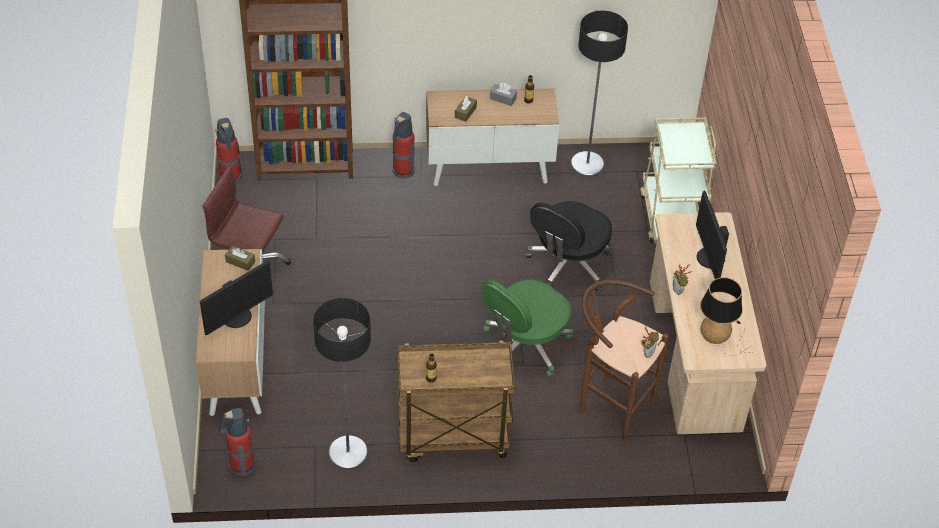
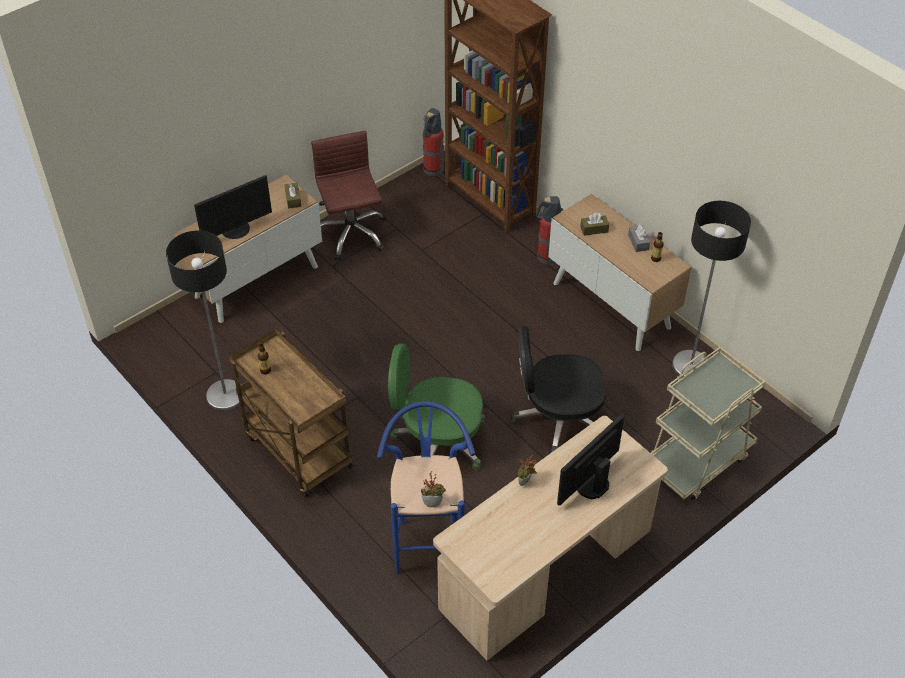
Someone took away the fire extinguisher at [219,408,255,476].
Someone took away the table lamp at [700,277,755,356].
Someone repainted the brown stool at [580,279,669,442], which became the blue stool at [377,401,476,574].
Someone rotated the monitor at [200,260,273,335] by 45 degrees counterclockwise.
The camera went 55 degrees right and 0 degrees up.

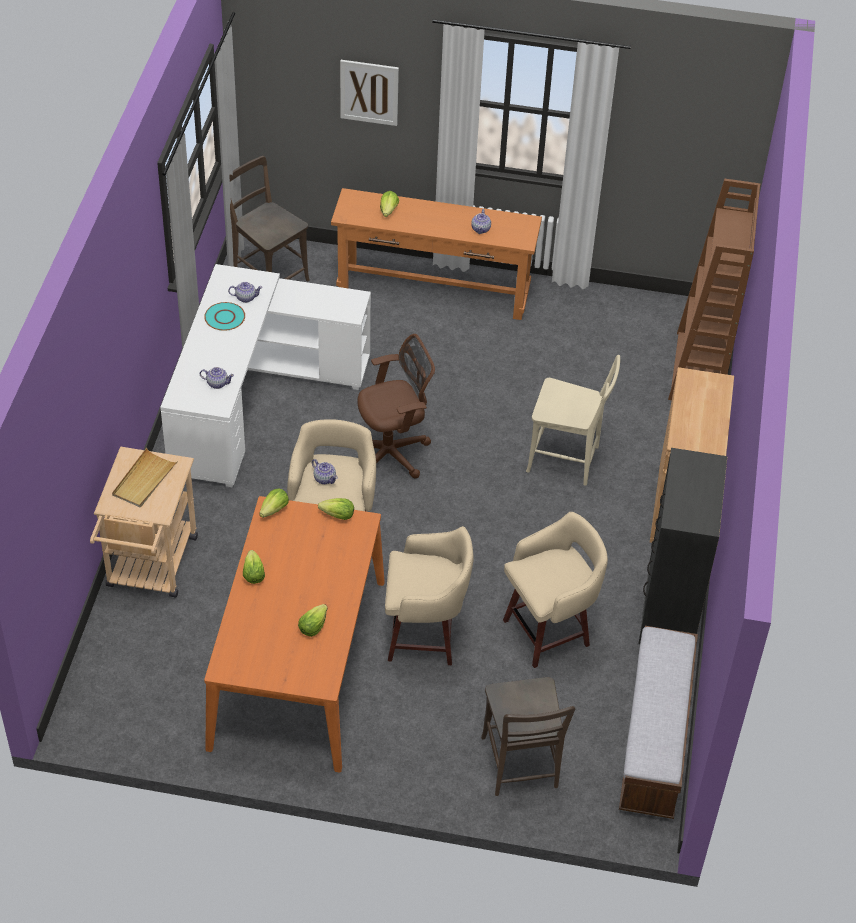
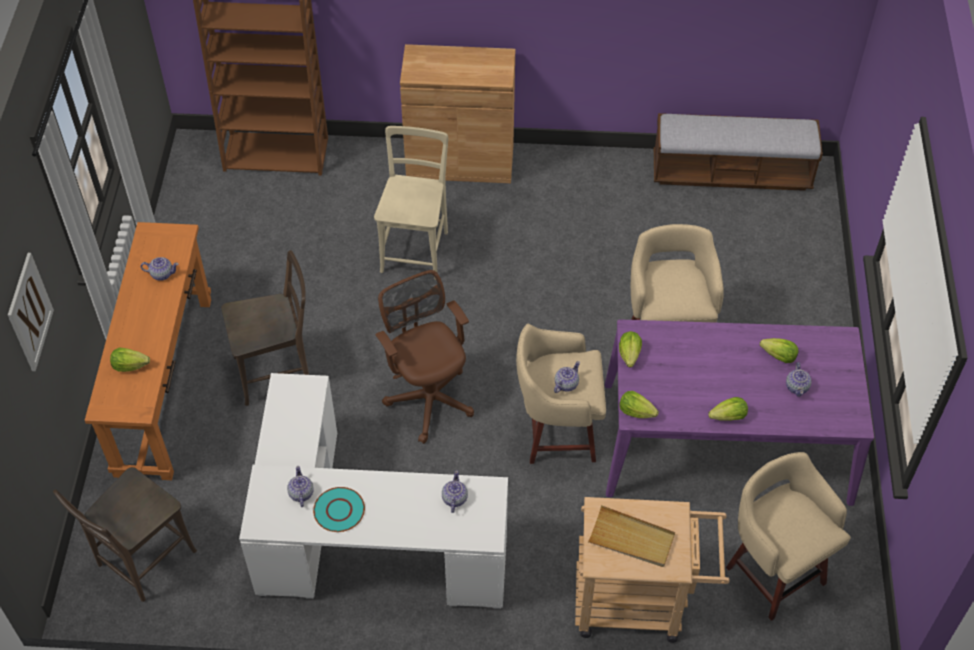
Someone took away the black dresser at [638,448,727,644].
Someone put down the teapot at [786,362,812,397].
Someone carried the brown chair from [481,677,575,796] to [221,250,309,406].
Someone carried the beige stool from [503,512,608,668] to [726,452,850,621].
Someone repainted the orange dining table at [204,496,385,772], which became the purple dining table at [605,319,874,506].
The camera went 95 degrees left and 5 degrees up.

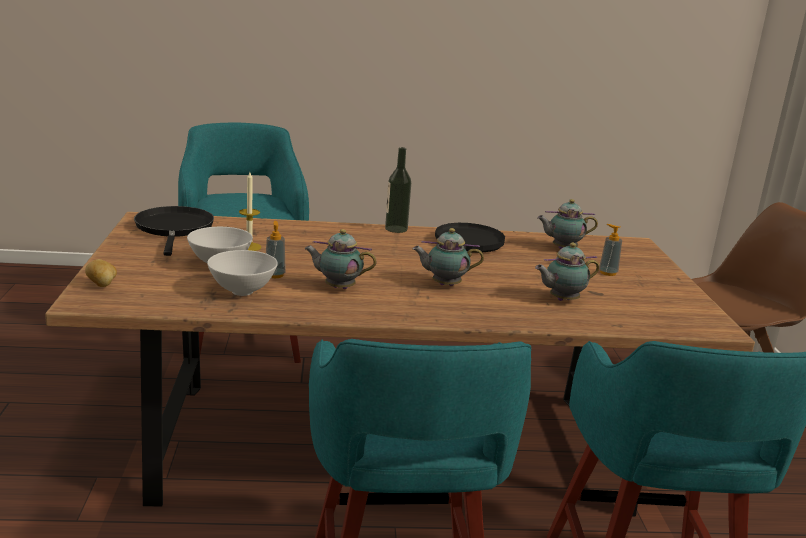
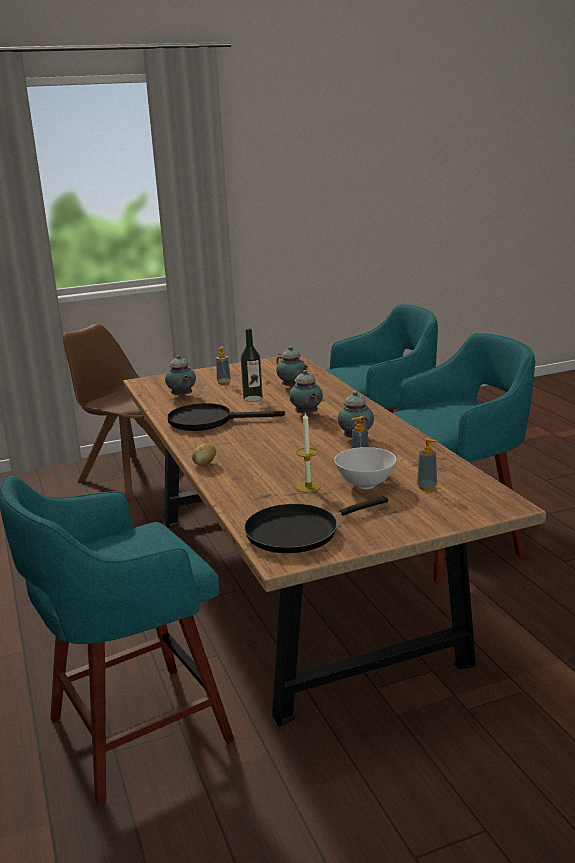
Someone took away the white bowl at [207,250,278,296].
Someone put down the soap dispenser at [417,438,438,491].
Someone carried the potato from [85,259,117,287] to [192,443,216,465].
Someone carried the bottle from [385,147,411,233] to [241,329,263,402].
The camera went 105 degrees left and 0 degrees up.

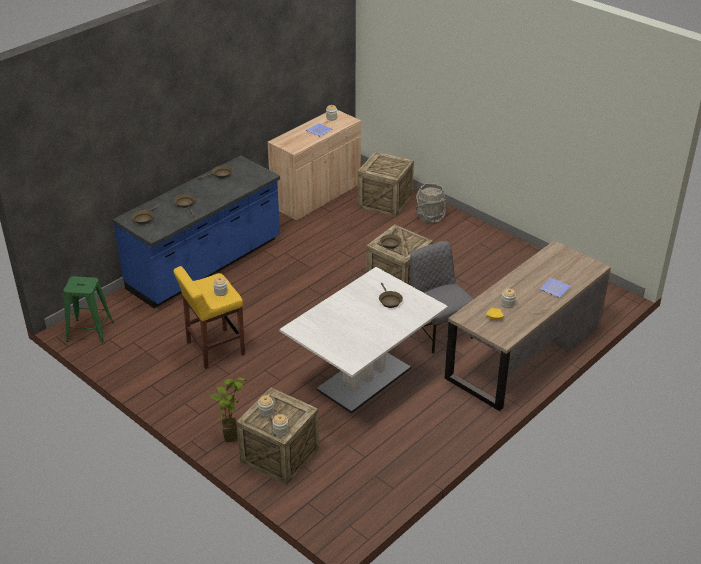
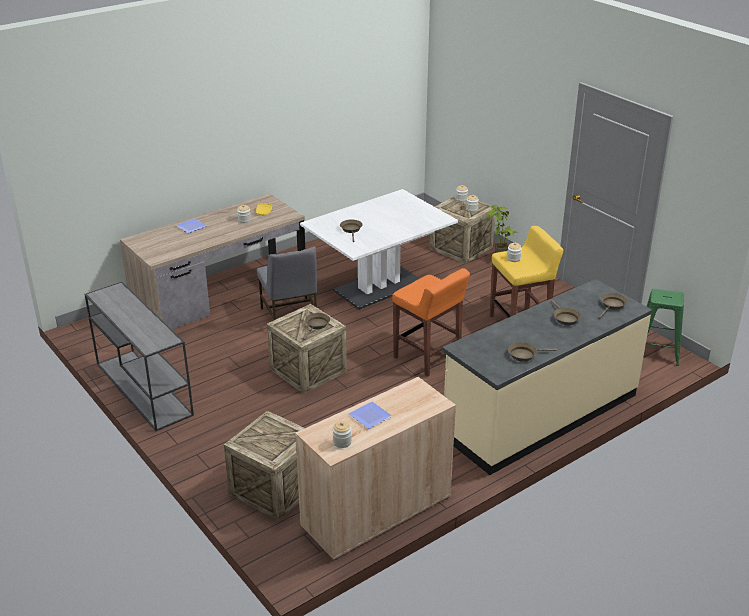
Someone took away the grey bucket at [416,183,446,223].
Someone put down the grey console table at [85,282,194,431].
Someone put down the orange stool at [392,268,470,377].
Someone repainted the blue counter at [113,155,280,308], which became the beige counter at [442,279,652,475].
The camera went 170 degrees left and 5 degrees down.

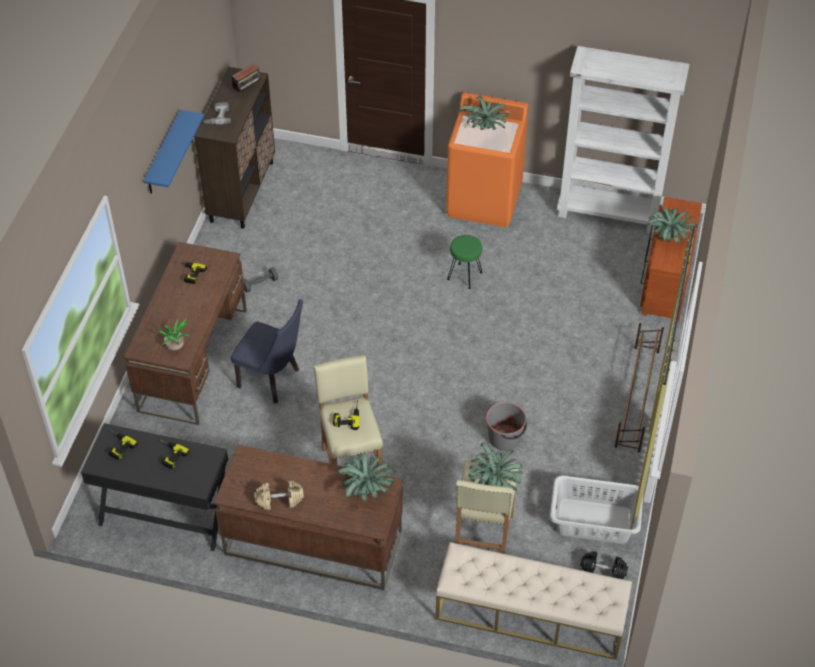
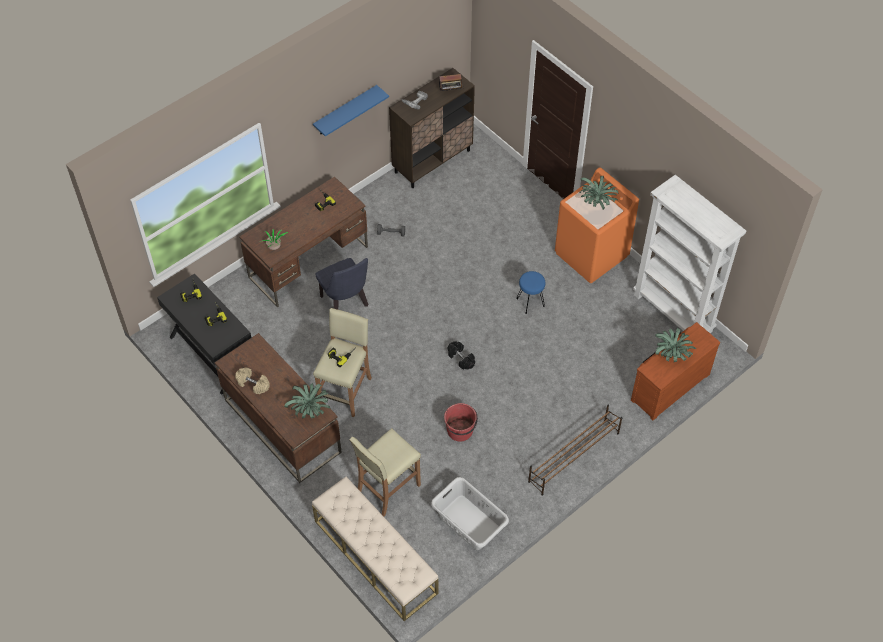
Someone took away the potted plant at [468,442,523,491].
Someone carried the black dumbbell from [580,551,628,579] to [448,341,475,370].
Someone repainted the green stool at [447,235,482,289], which became the blue stool at [516,271,545,314].
Someone repainted the grey bucket at [486,402,527,451], which became the red bucket at [444,403,478,441].
The camera went 35 degrees right and 5 degrees up.

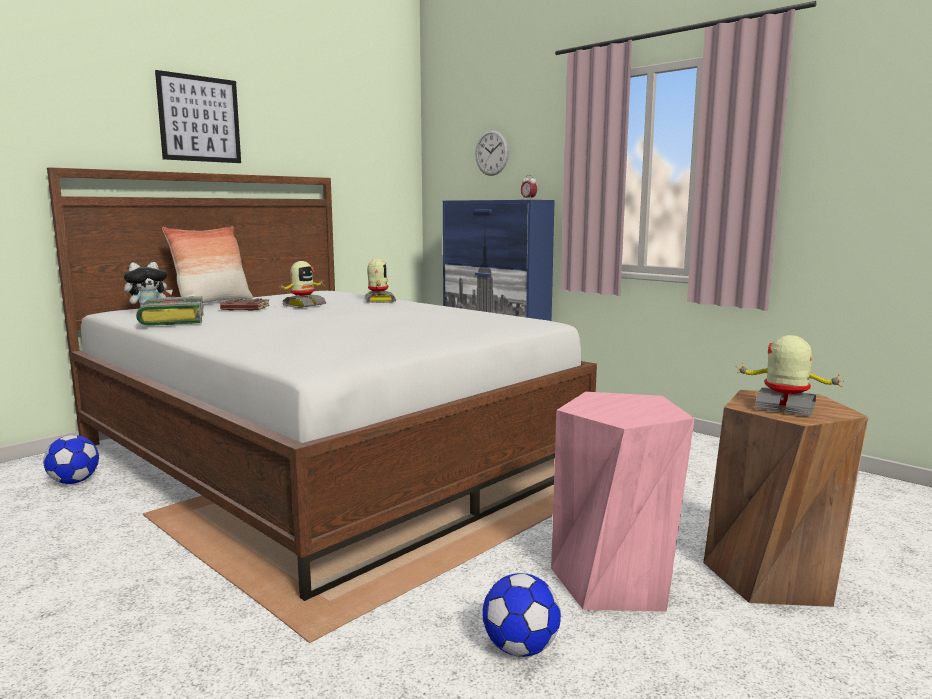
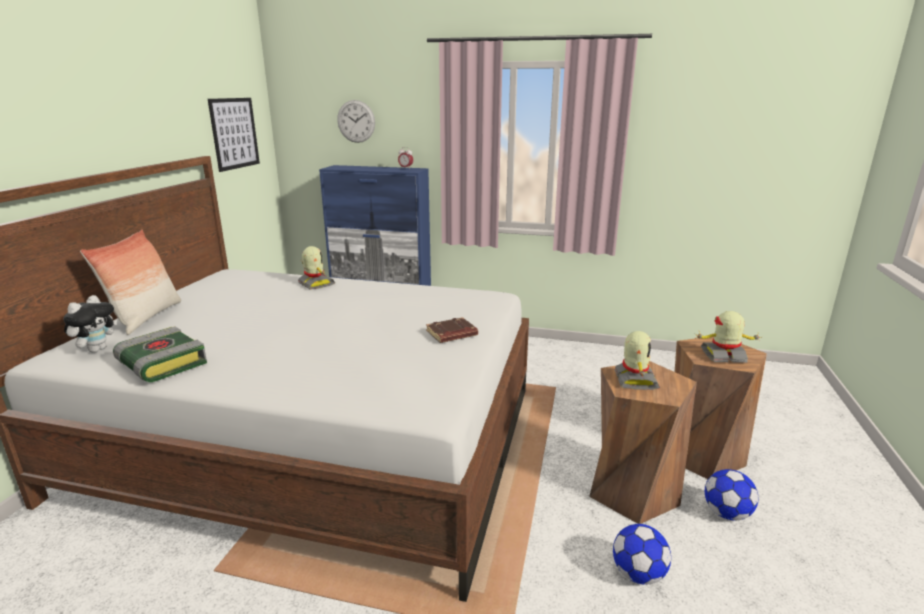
Someone carried the football from [43,435,99,484] to [705,469,759,520].
Someone carried the picture from [155,70,241,163] to [208,98,260,172].
Someone carried the brown book from [220,298,270,311] to [426,317,478,343].
Someone carried the toy robot from [280,261,326,308] to [614,331,660,390].
Someone repainted the pink stool at [551,392,695,612], which became the brown stool at [589,361,697,524].
The camera went 30 degrees left and 10 degrees up.

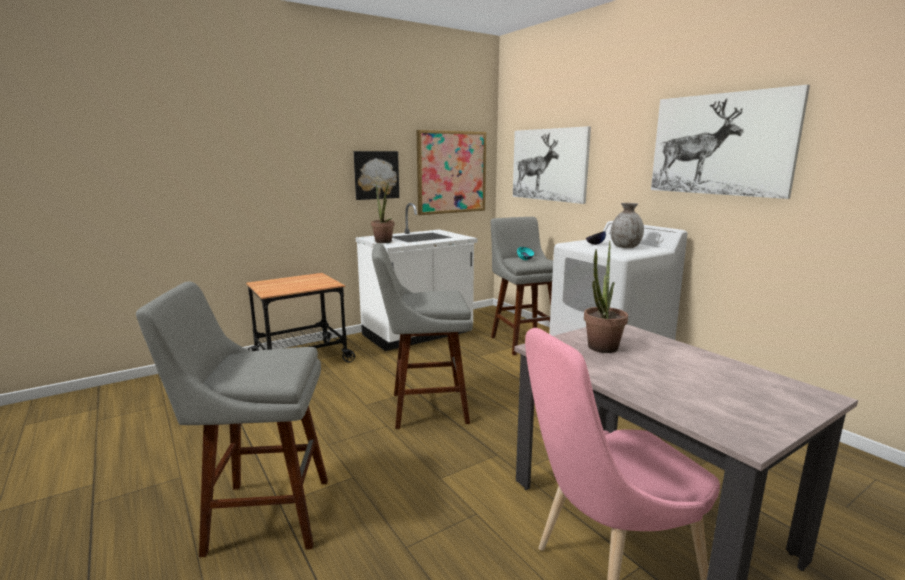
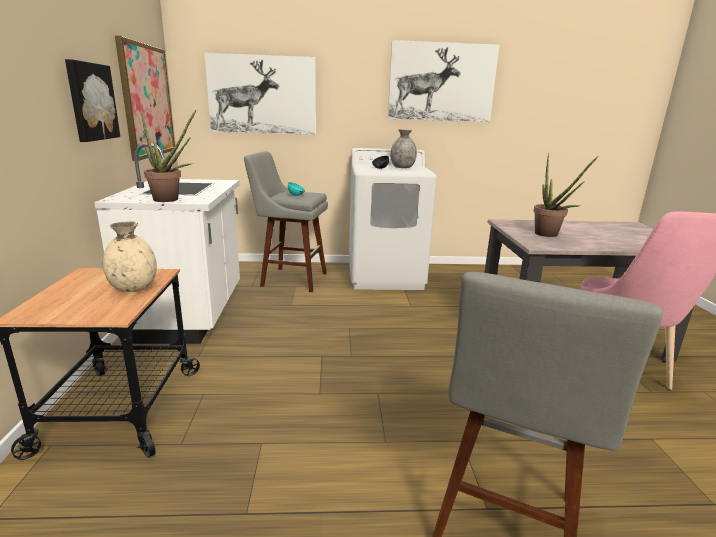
Someone took away the grey stool at [372,243,473,429].
Someone put down the beige vase at [103,221,157,292].
The camera went 60 degrees left and 5 degrees up.

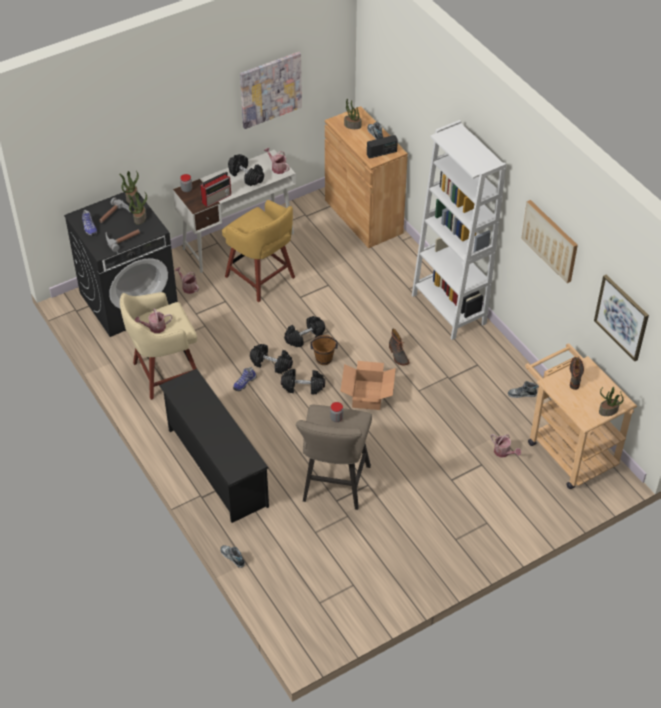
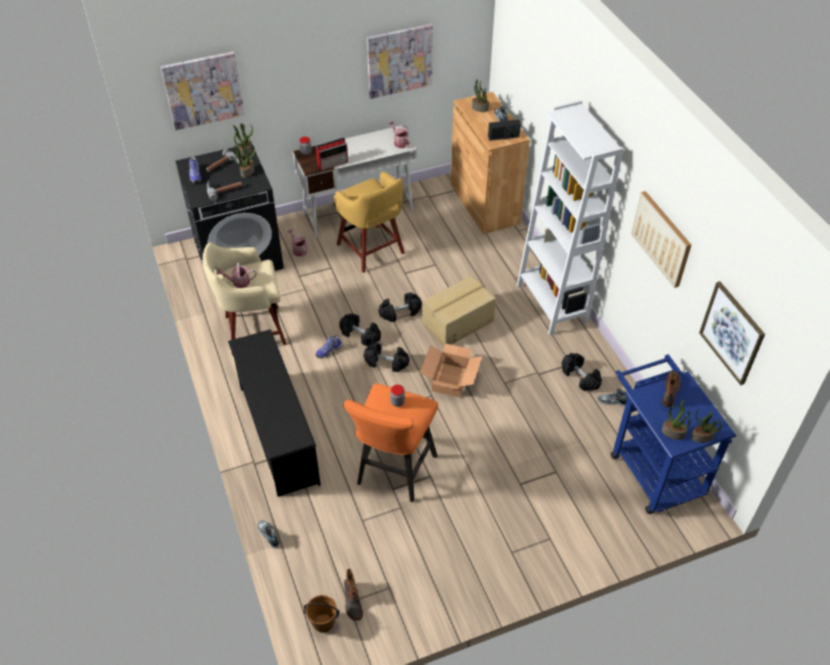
Someone took away the watering can at [491,434,521,458].
Someone put up the picture at [161,51,245,130].
Someone put down the cardboard box at [422,275,496,346].
Someone put down the potted plant at [662,400,690,440].
Someone carried the black dumbbell from [228,154,264,186] to [562,353,602,391].
Someone carried the brown bucket from [310,335,338,365] to [304,595,339,633].
Someone carried the boot from [389,329,409,365] to [344,569,363,621].
Someone repainted the beige stool at [296,405,372,510], which became the orange stool at [343,383,438,502].
Someone repainted the beige cart at [525,343,637,489], which became the blue cart at [611,354,736,514].
The camera went 10 degrees right and 0 degrees up.

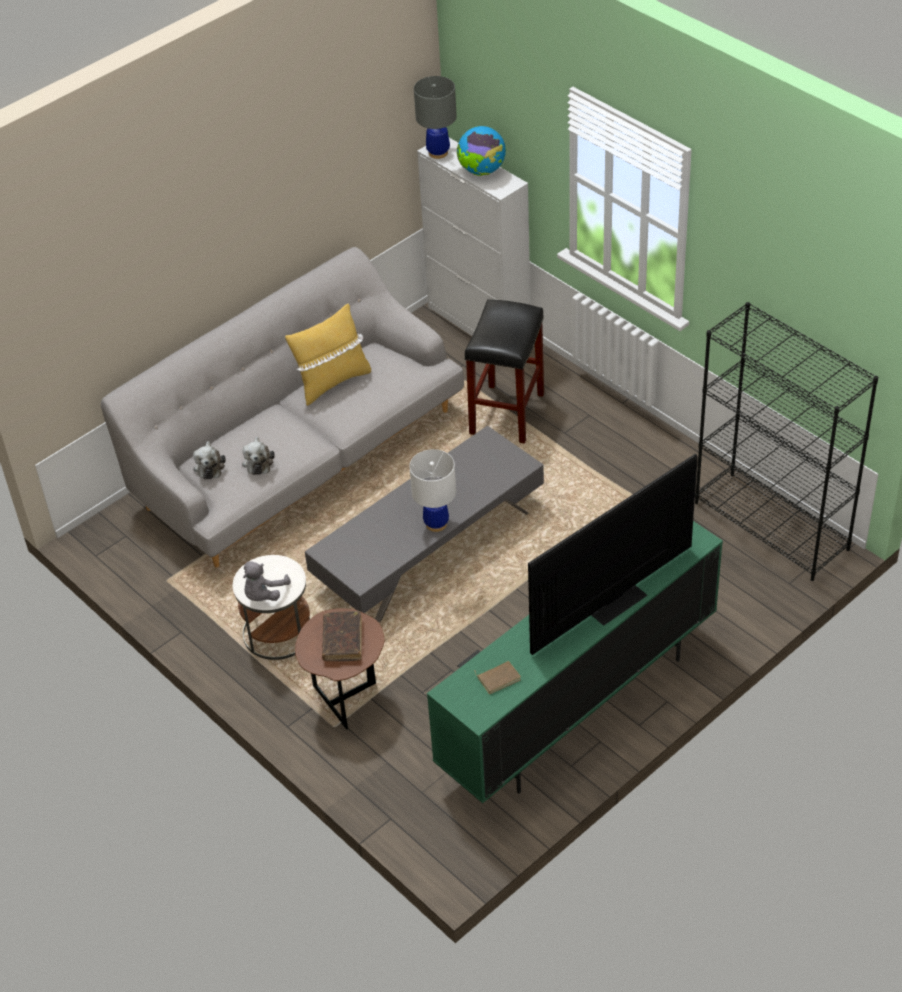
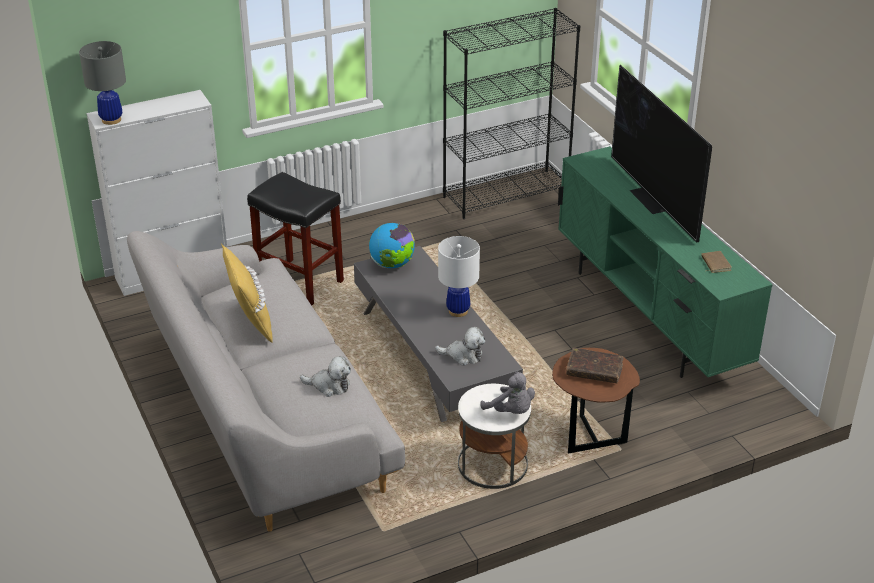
Someone carried the plush toy from [193,441,226,480] to [435,327,485,366].
Someone carried the globe from [457,126,506,176] to [369,223,415,268].
The camera went 75 degrees left and 10 degrees down.

